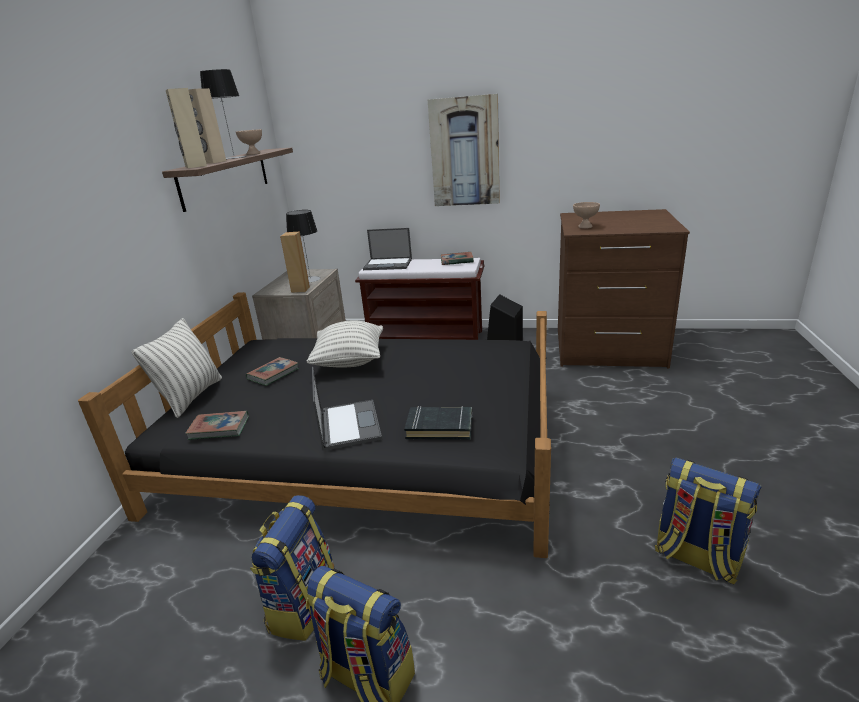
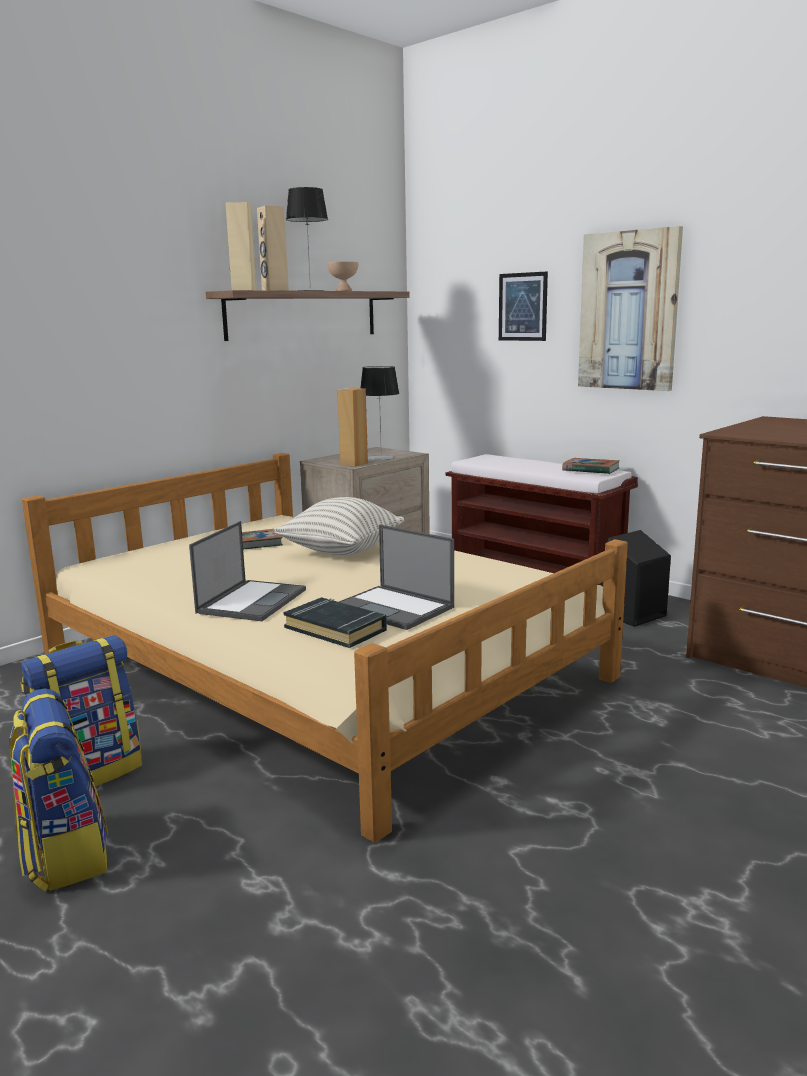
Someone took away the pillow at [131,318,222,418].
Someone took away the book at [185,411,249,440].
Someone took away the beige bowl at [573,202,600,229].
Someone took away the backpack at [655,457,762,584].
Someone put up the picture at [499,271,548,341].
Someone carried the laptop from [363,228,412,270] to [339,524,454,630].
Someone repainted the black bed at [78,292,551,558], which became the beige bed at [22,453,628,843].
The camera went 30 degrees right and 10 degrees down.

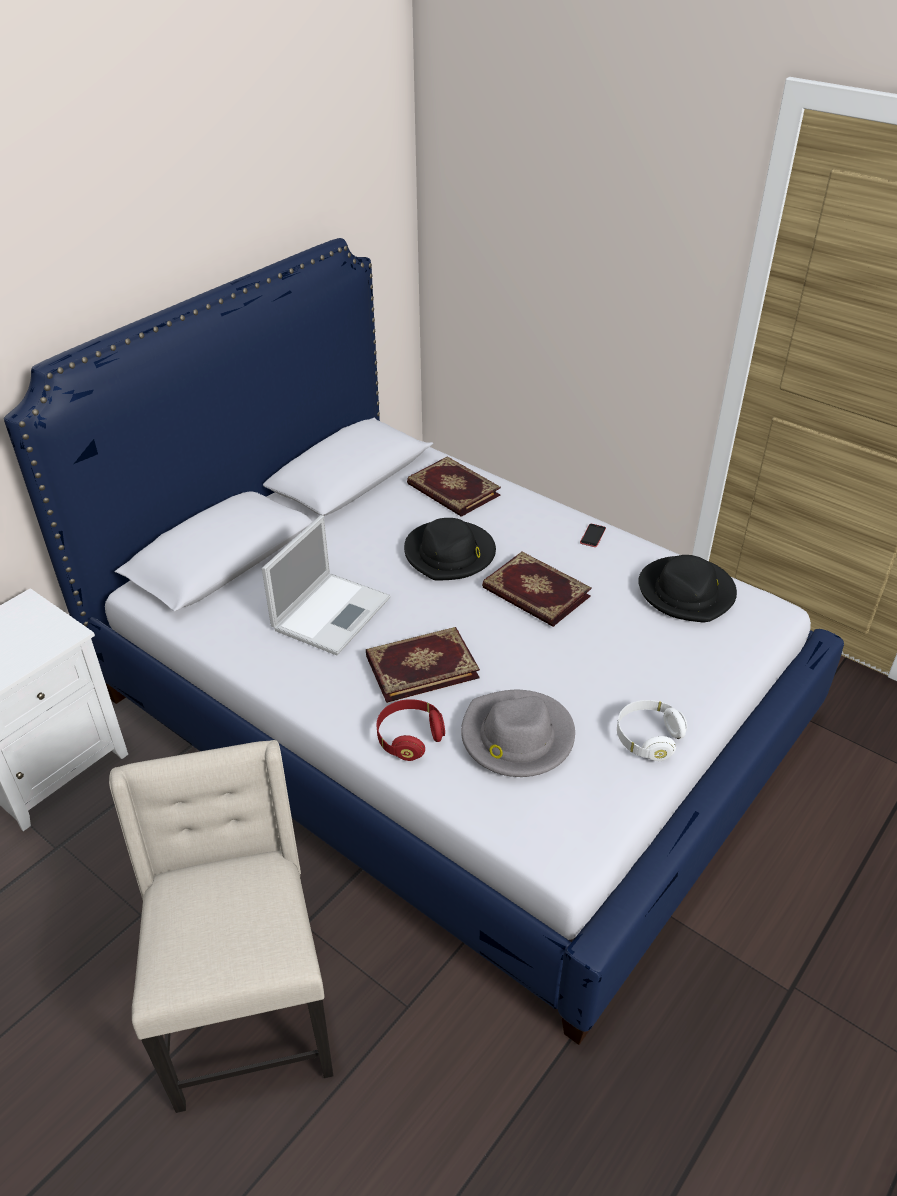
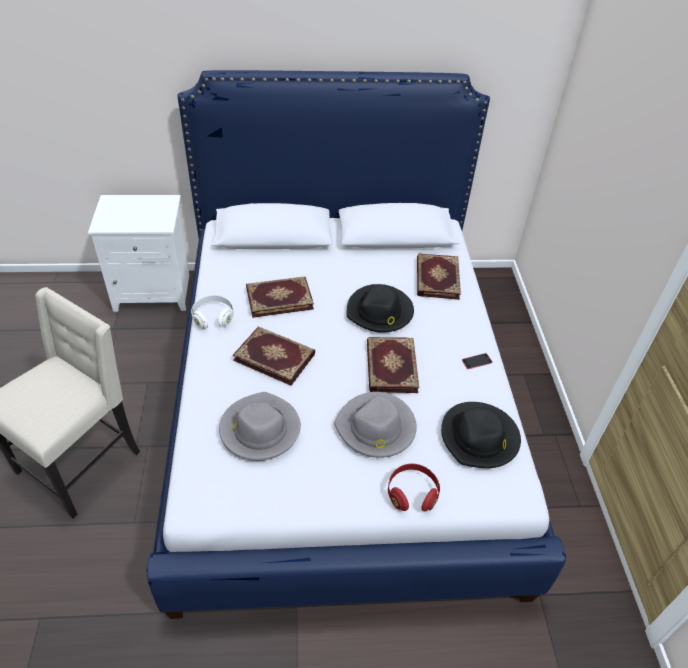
Someone put down the grey hat at [334,392,417,458].
Someone carried the red headphones from [377,699,445,761] to [388,464,440,512].
Someone carried the white headphones from [617,700,687,761] to [191,295,234,329].
Someone swapped the laptop at [262,515,390,655] for the book at [246,276,314,318].
The camera went 45 degrees right and 5 degrees up.

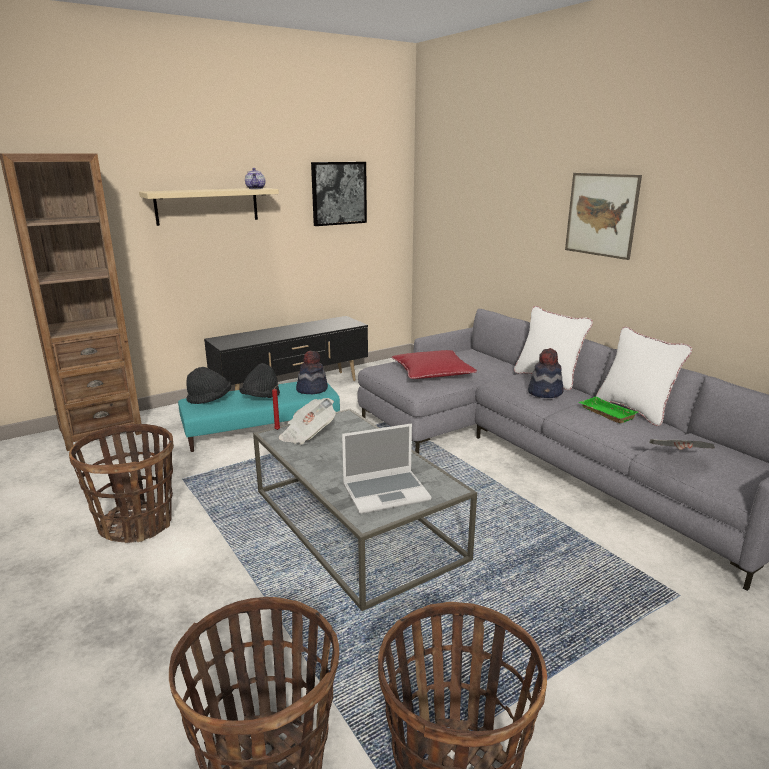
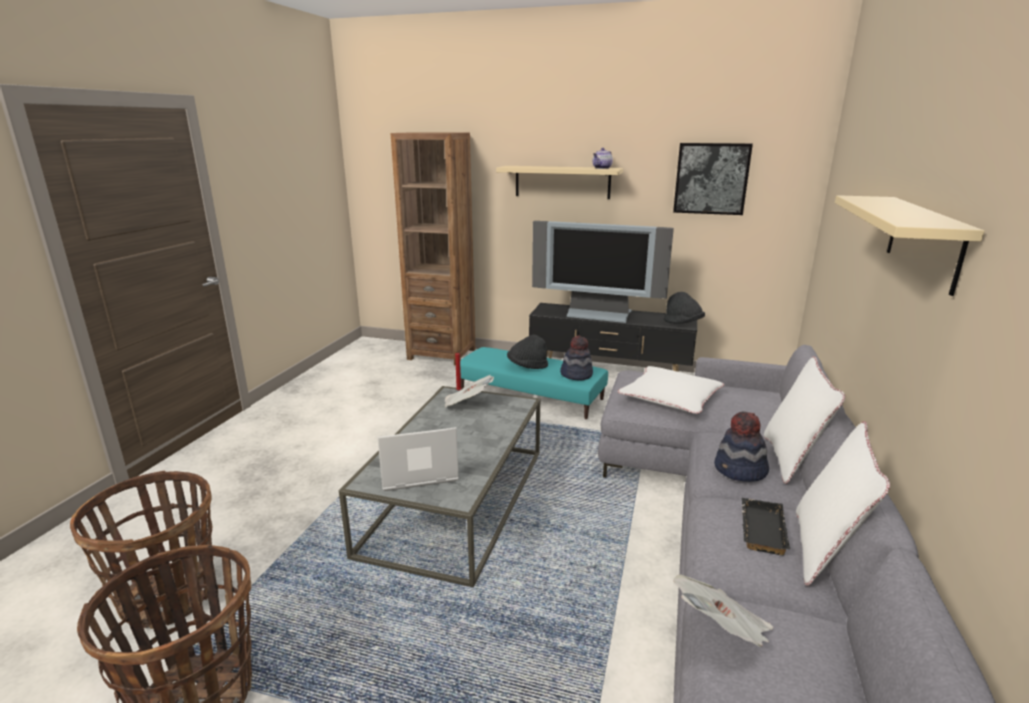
Someone took away the basket at [69,424,174,543].
Someone put down the television at [532,221,674,323].
Someone carried the black hat from [186,367,231,404] to [664,292,705,324].
Someone swapped the picture at [565,173,642,260] for the beige shelf at [835,195,984,296].
Someone repainted the red pillow at [392,350,477,379], which became the white pillow at [618,366,724,414].
Someone repainted the green tray at [579,396,638,423], which became the black tray at [742,498,790,555].
Someone rotated the laptop at [342,423,431,514] by 135 degrees clockwise.
The camera went 50 degrees right and 0 degrees up.

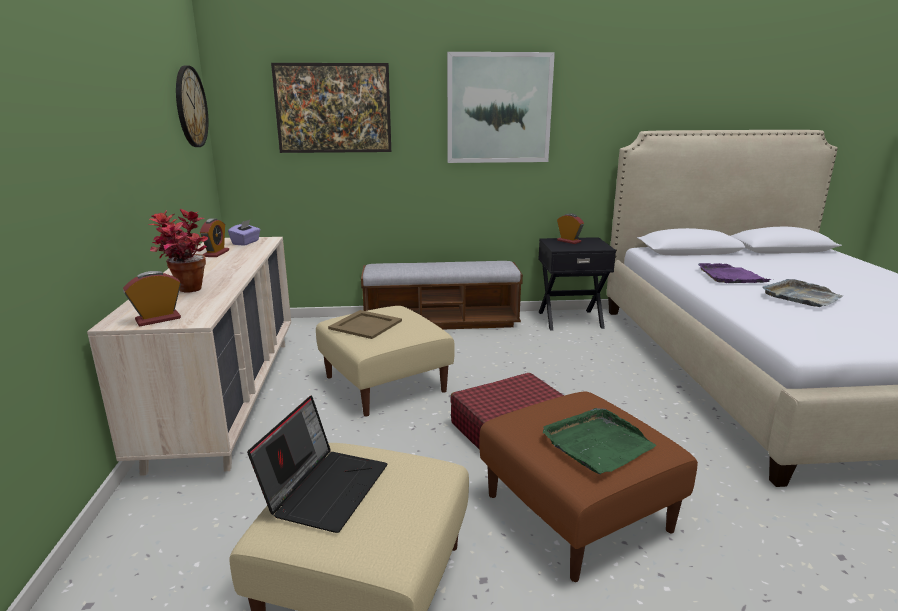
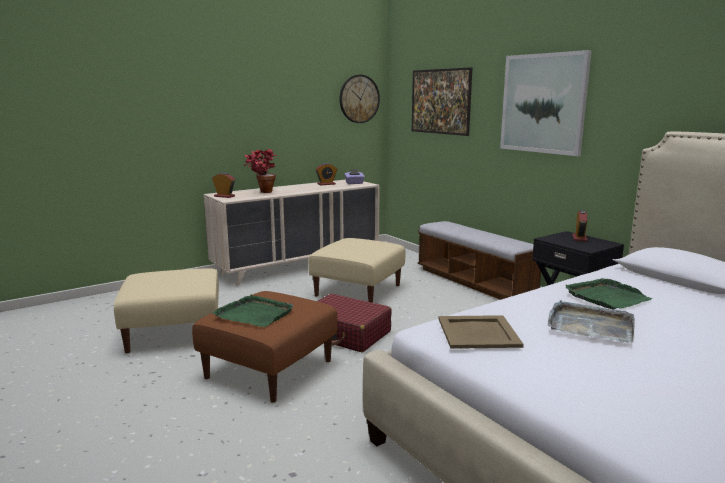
Someone took away the laptop at [247,395,387,533].
Someone carried the beige tray from [328,310,402,339] to [439,315,524,349].
Someone repainted the purple tray at [698,263,773,283], which became the green tray at [566,278,653,310].
The camera went 60 degrees right and 5 degrees down.

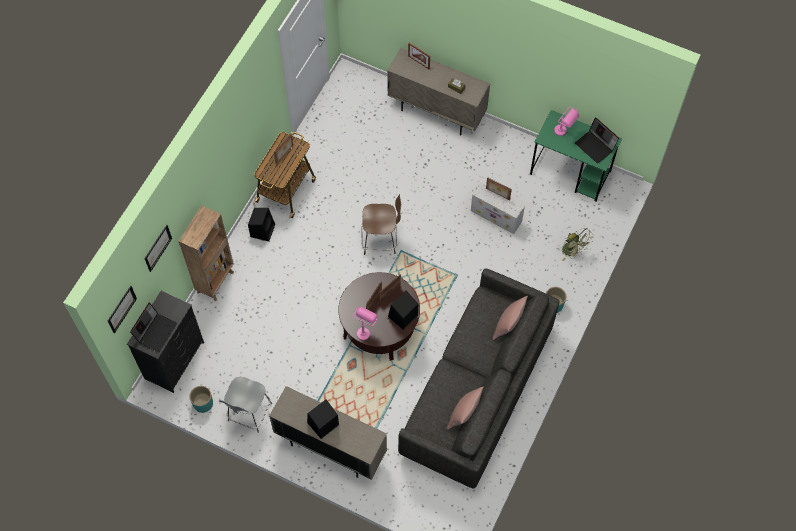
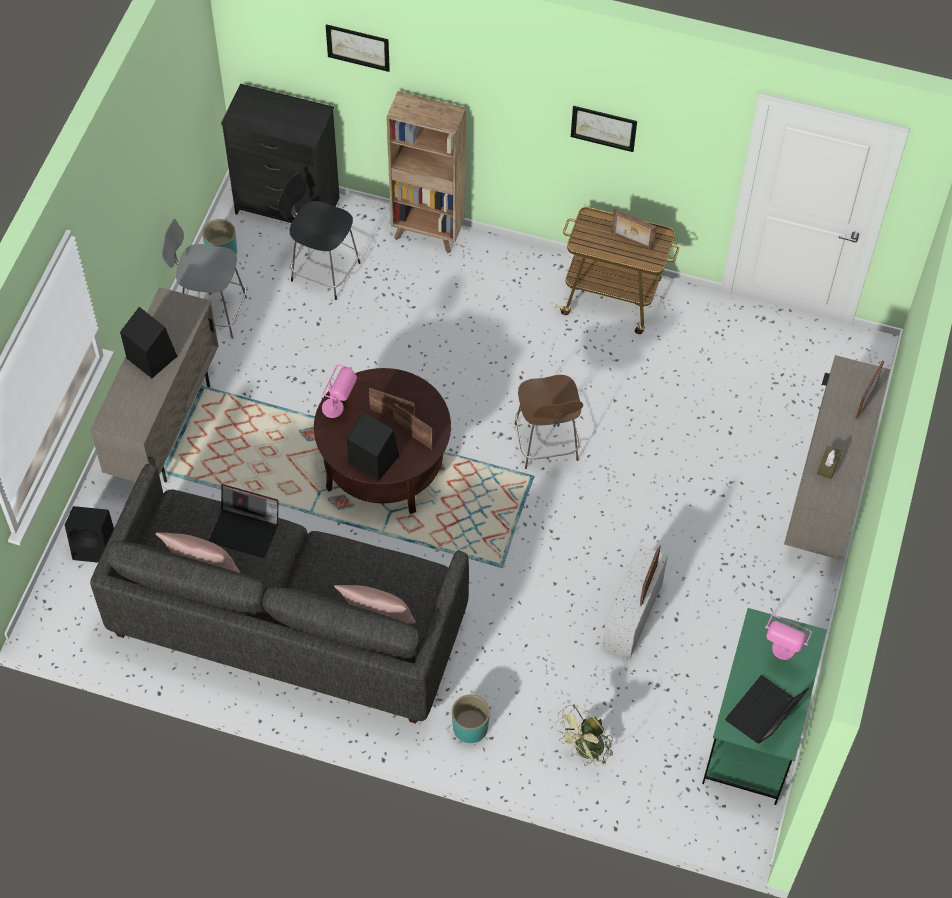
Someone put down the black chair at [278,172,360,300].
Someone carried the picture from [108,286,137,334] to [571,106,637,152].
Someone carried the laptop from [130,302,177,352] to [209,484,279,558].
Someone carried the black speaker from [248,208,275,242] to [65,506,114,563].
The camera went 80 degrees right and 5 degrees down.

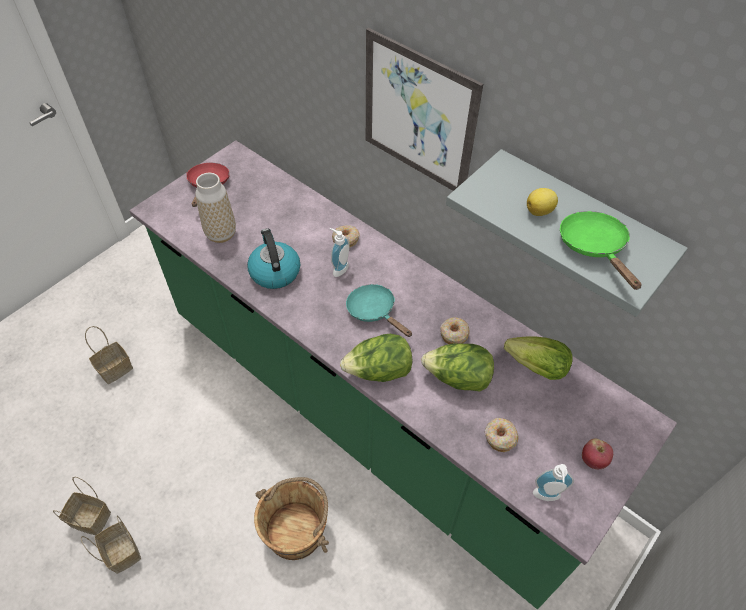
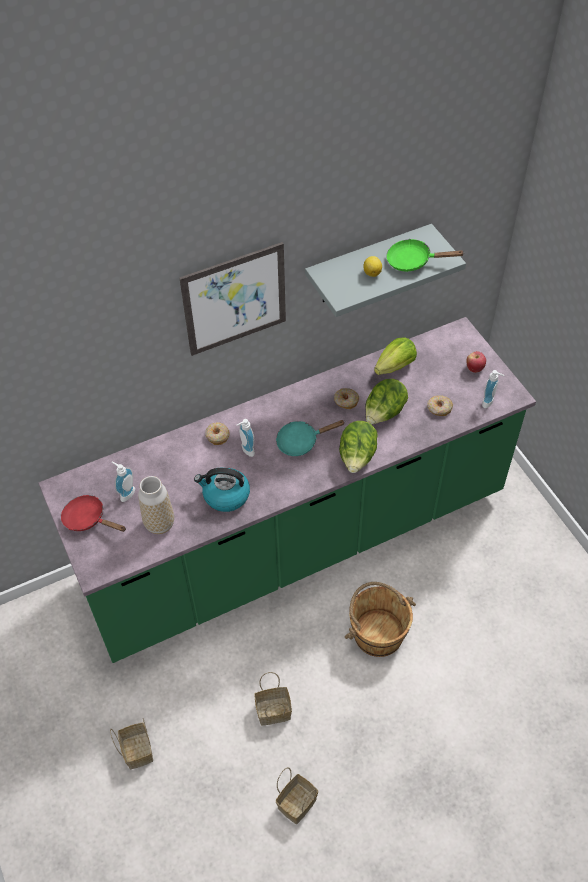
Someone put down the soap dispenser at [112,462,135,502].
Someone carried the basket from [81,516,141,574] to [254,672,292,725].
The camera went 65 degrees left and 0 degrees up.

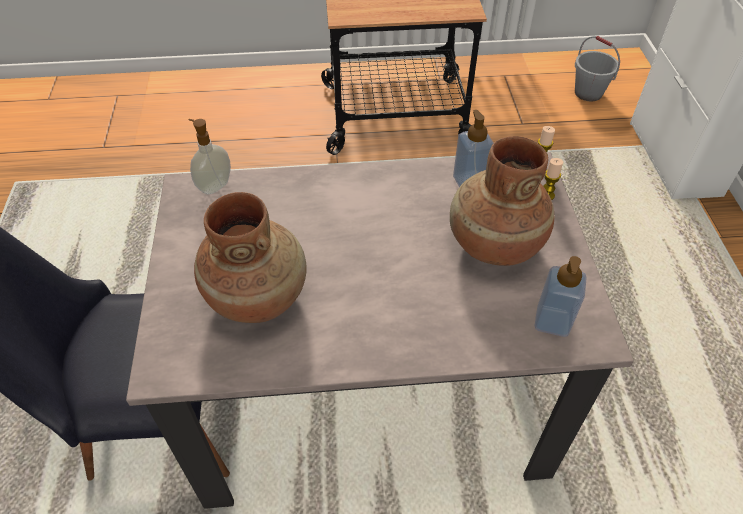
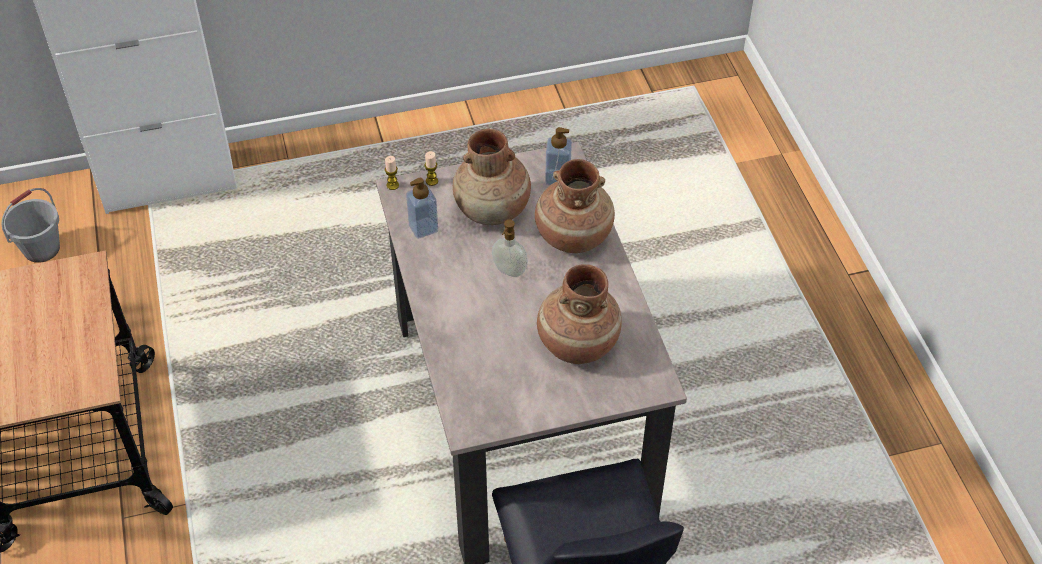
Someone put down the brown vase at [535,159,615,253].
Someone carried the soap dispenser from [189,119,231,195] to [492,220,528,277].
The camera went 100 degrees left and 0 degrees up.

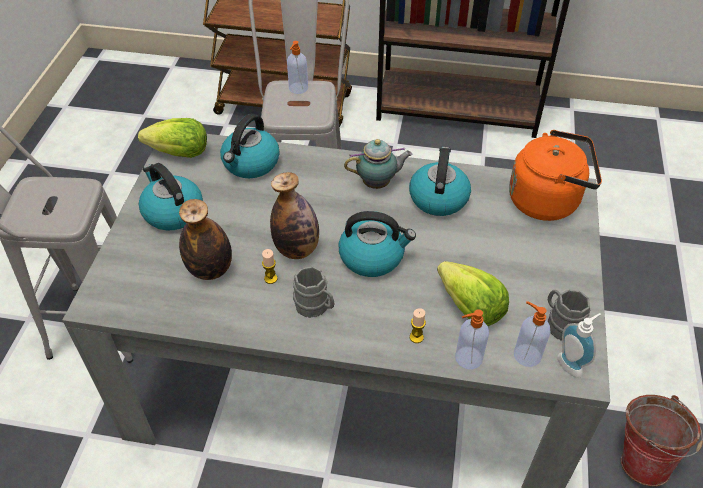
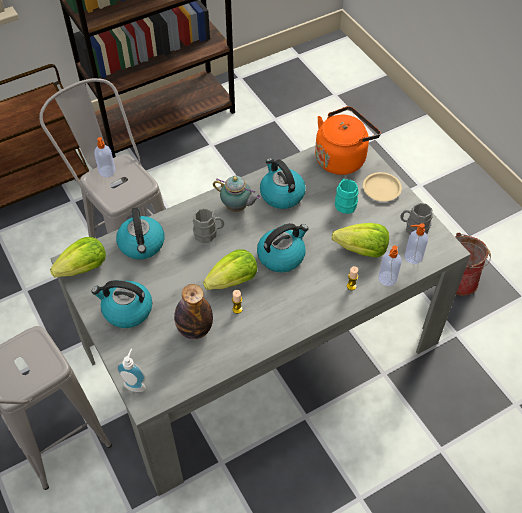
Someone put down the turquoise mug at [335,178,359,214].
Someone put down the beige plate at [363,172,402,201].
Someone carried the grey mug from [293,266,334,318] to [193,208,224,243].
Someone carried the soap dispenser from [557,313,601,378] to [116,349,146,392].
Someone swapped the bottle at [270,172,319,259] for the lettuce at [203,250,257,290].
Someone rotated the teapot at [344,139,412,189] by 75 degrees clockwise.
The camera went 40 degrees left and 5 degrees up.

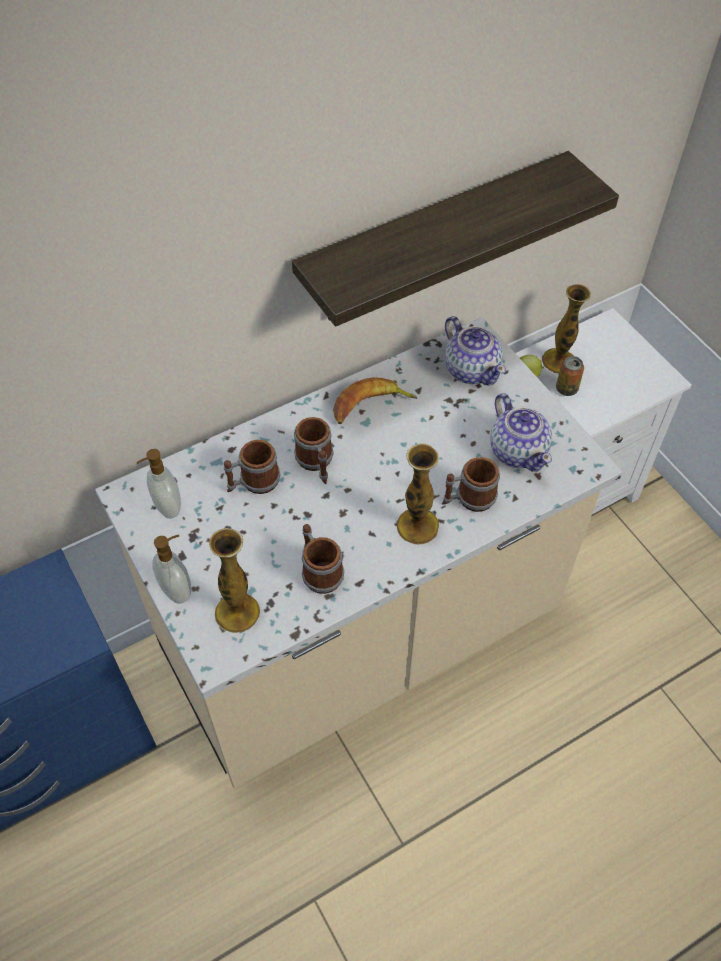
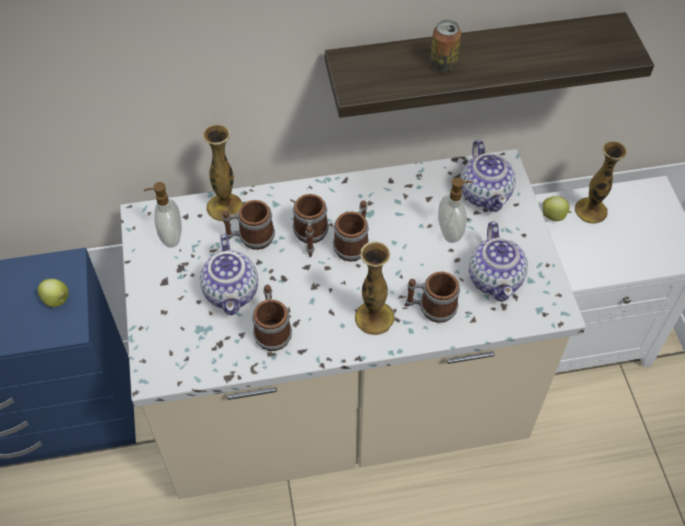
Someone took away the banana at [333,377,417,424].
Someone put down the apple at [37,279,69,307].
Someone put down the teapot at [200,234,258,315].
Someone put down the mug at [333,200,369,262].
Someone carried the soap dispenser from [152,534,191,604] to [438,177,473,243].
Someone carried the vase from [209,528,260,633] to [203,124,243,221].
Someone carried the can from [556,356,584,396] to [430,20,461,71].
The camera went 20 degrees right and 0 degrees up.

